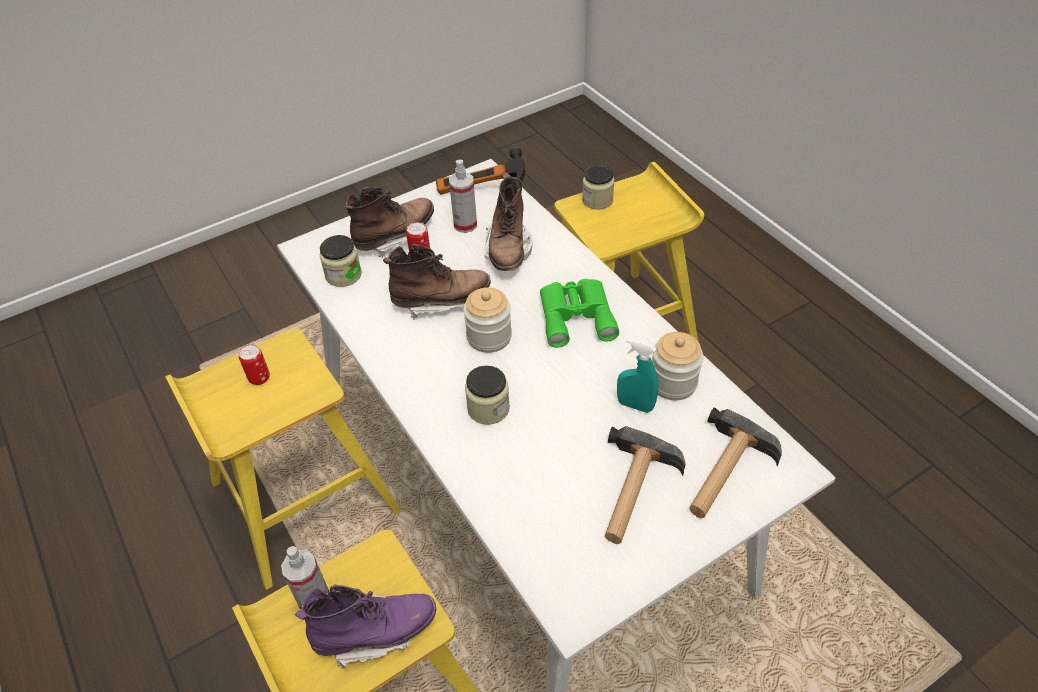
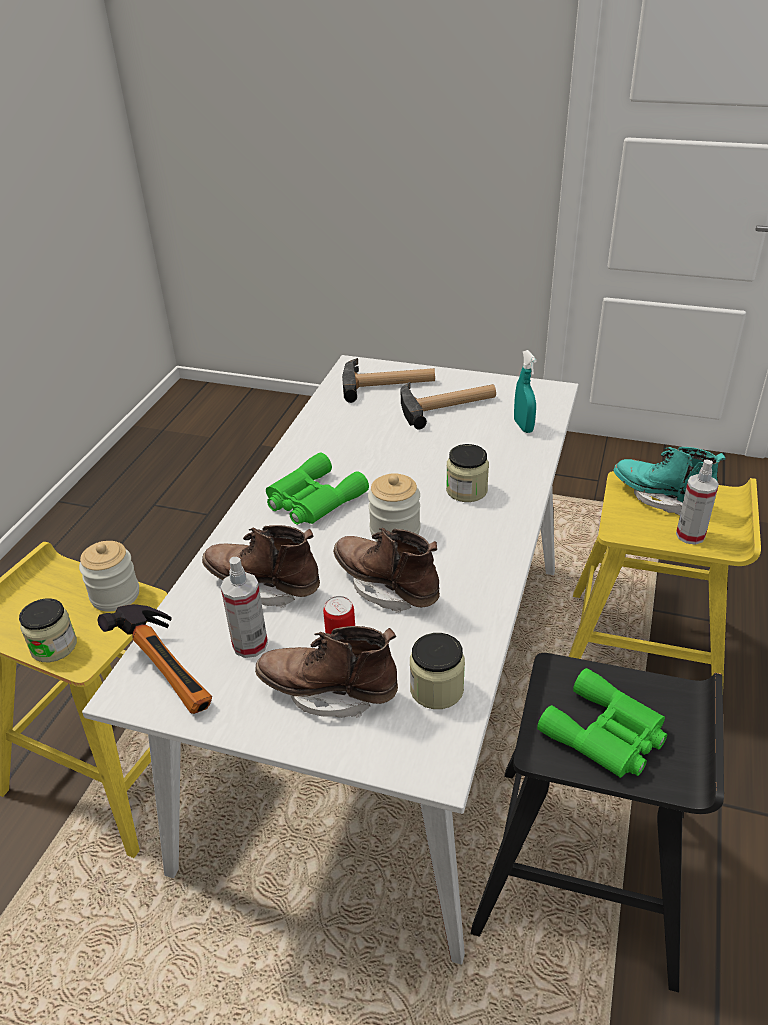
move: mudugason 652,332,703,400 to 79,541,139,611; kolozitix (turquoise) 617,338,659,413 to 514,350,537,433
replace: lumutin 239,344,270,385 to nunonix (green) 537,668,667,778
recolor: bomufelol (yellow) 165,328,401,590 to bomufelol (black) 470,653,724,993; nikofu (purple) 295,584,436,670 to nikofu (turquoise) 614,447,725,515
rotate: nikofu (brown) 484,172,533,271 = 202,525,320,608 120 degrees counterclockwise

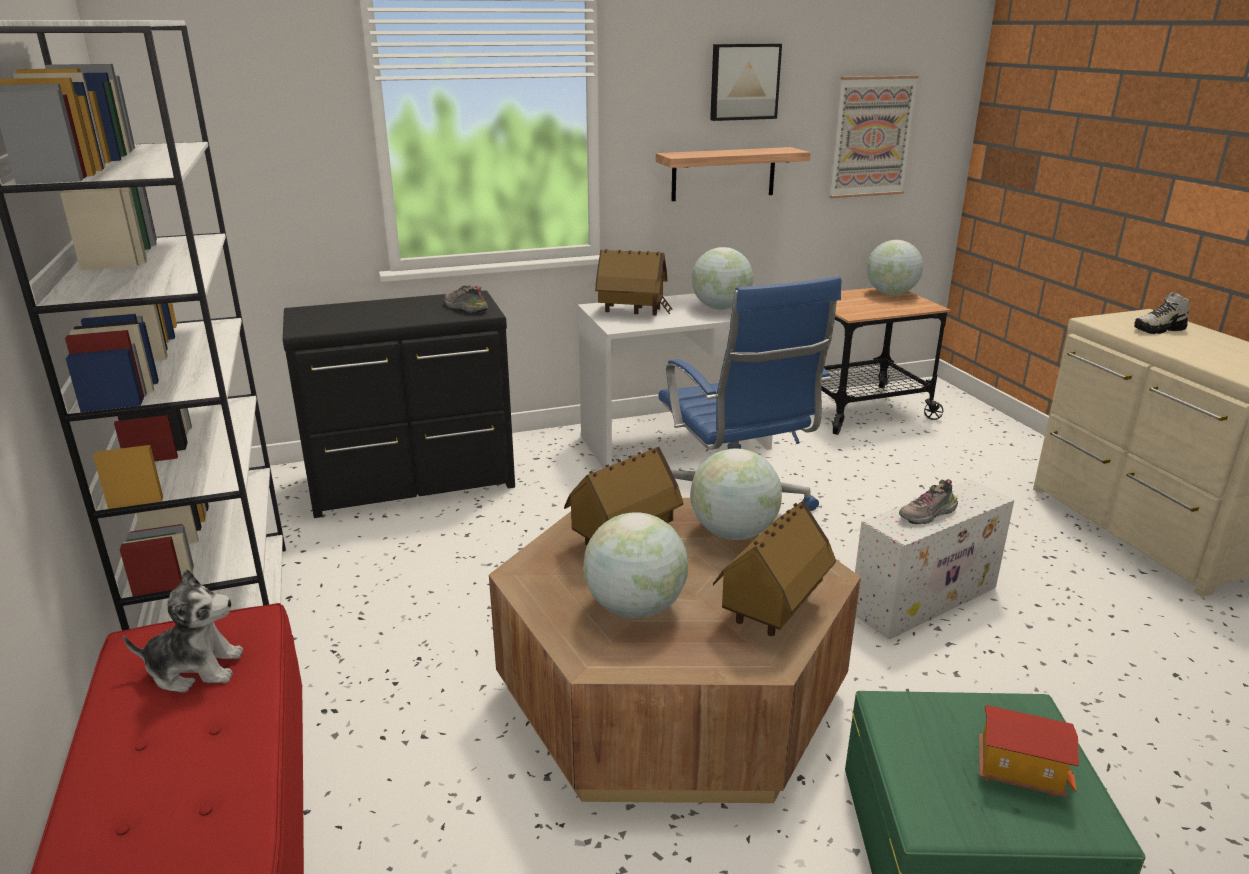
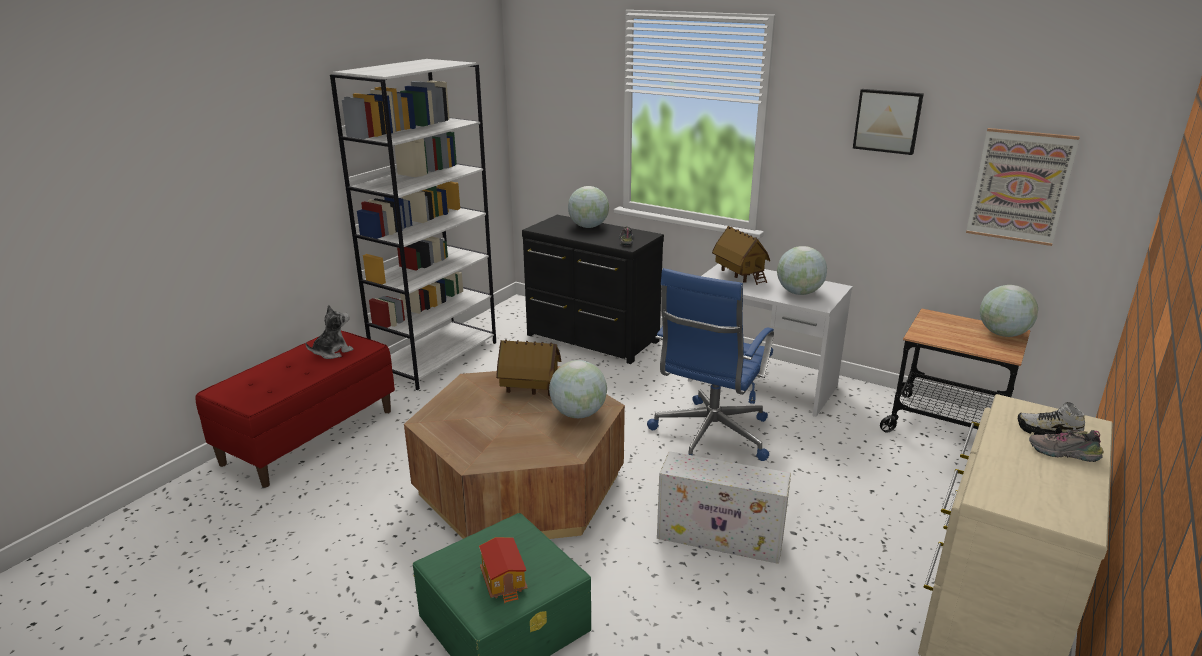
delete: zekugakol 656,147,810,201; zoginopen 713,501,836,636
move: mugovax 899,479,958,524 to 1029,430,1104,462; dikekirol 583,512,688,619 to 568,186,609,228
rotate: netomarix 123,569,243,693 = 305,305,354,359 90 degrees counterclockwise

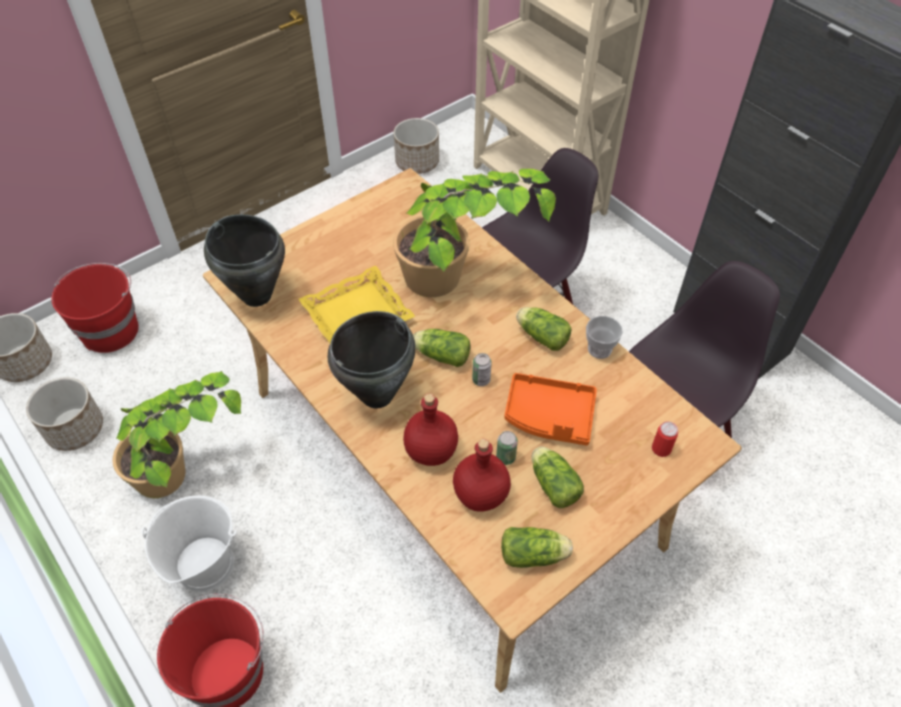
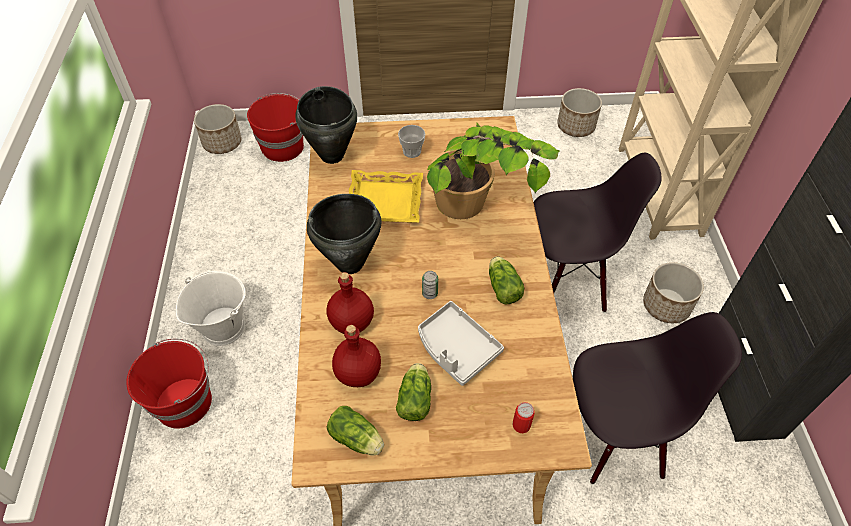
delete: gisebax 413,329,470,367; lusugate 112,371,241,498; lumutin 496,431,518,465
move: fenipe 586,316,623,359 to 398,125,425,158; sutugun 26,377,103,451 to 643,262,704,323
recolor: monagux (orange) 505,373,597,446 to monagux (grey) 418,301,504,386

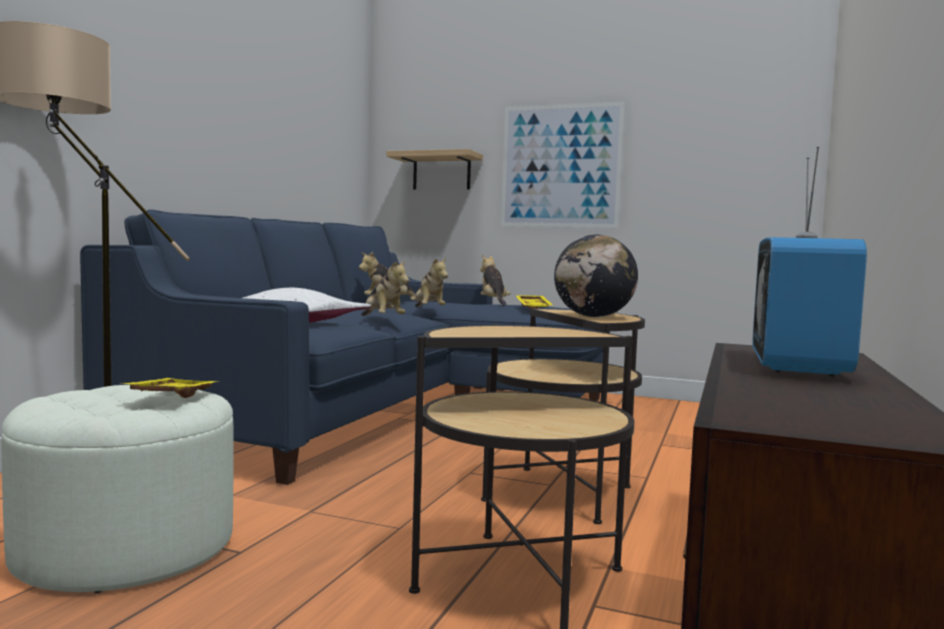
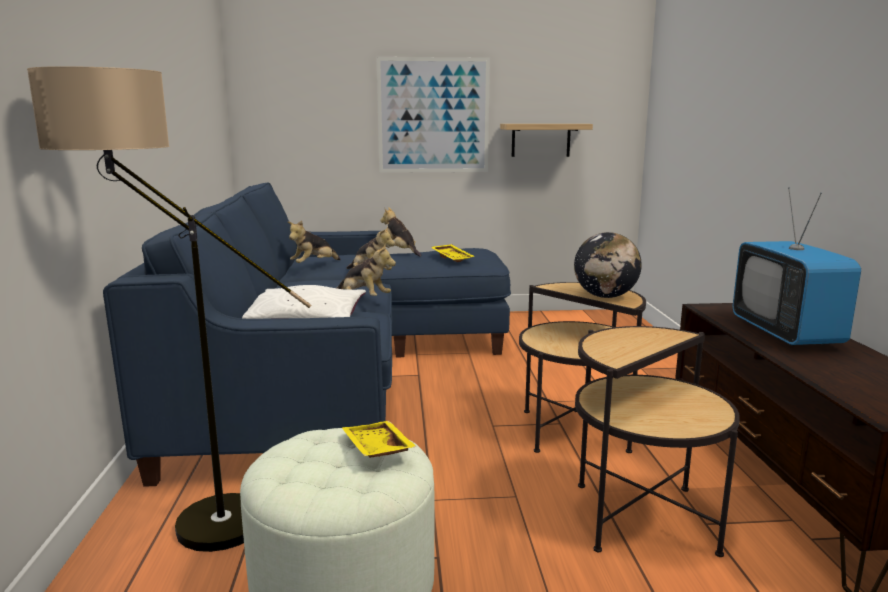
move: zekugakol 386,149,483,190 to 500,124,593,157

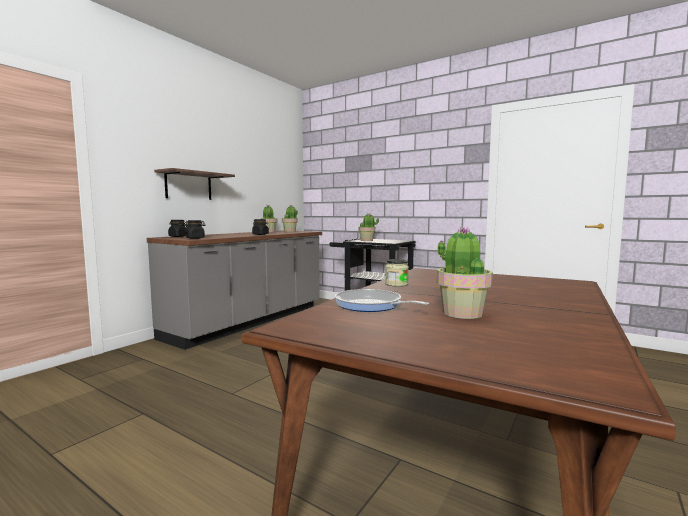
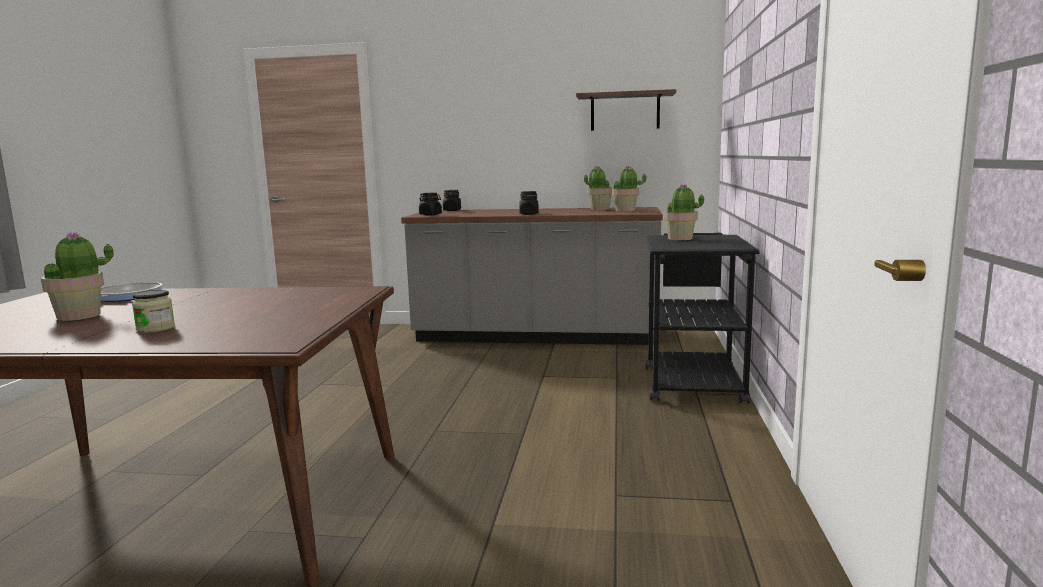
move: zekugakol 154,168,235,200 to 576,89,676,131; mudugason 385,259,409,287 to 132,290,175,333

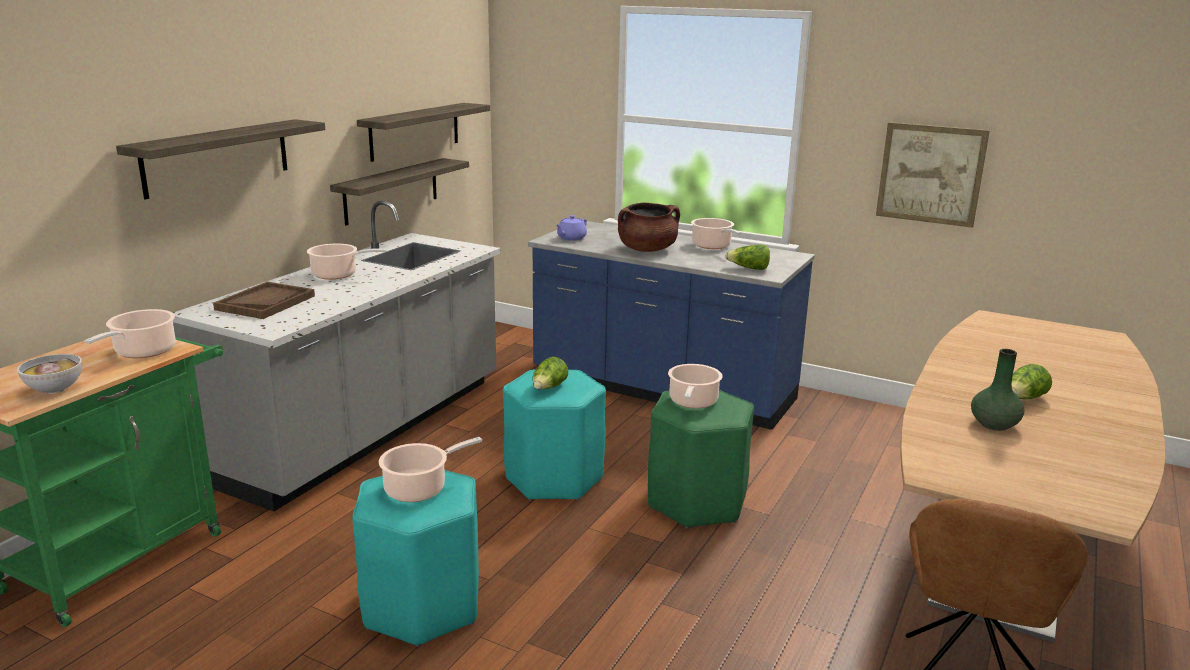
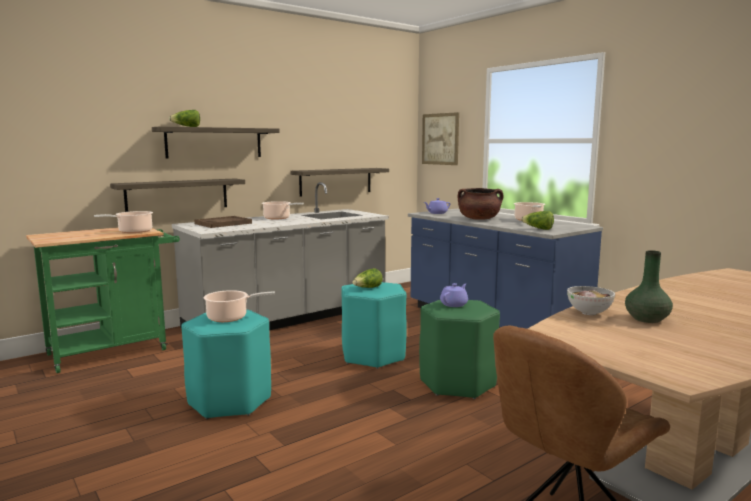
move: zekugakol 357,103,490,162 to 110,179,245,212; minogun 876,122,990,228 to 422,112,459,165; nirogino 17,354,82,394 to 567,286,615,315; gisebax 1012,364,1052,399 to 169,110,200,127
replace: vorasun 668,364,722,408 to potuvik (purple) 440,283,468,307

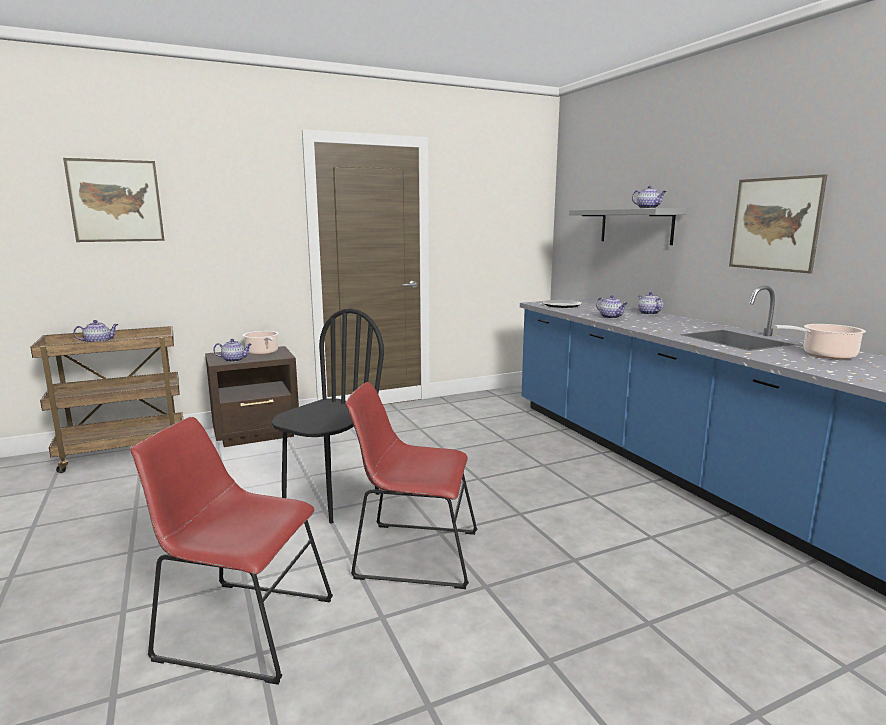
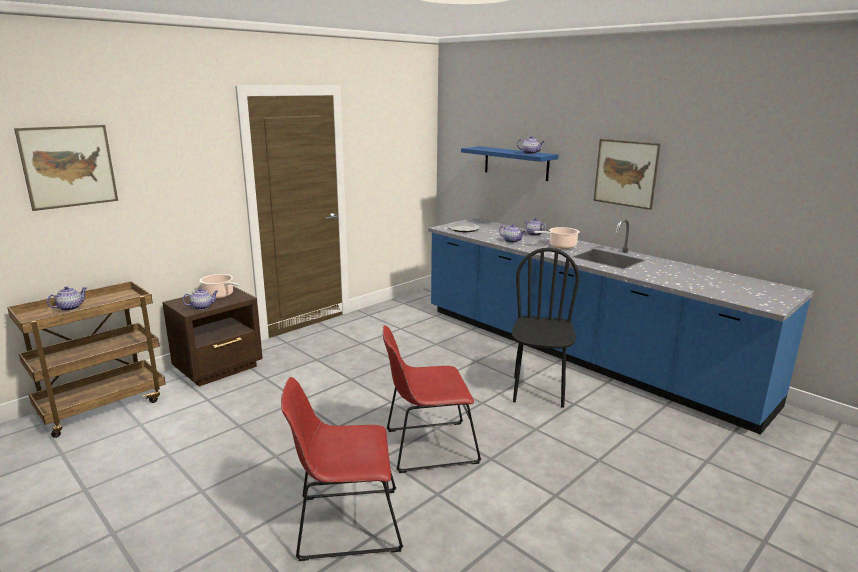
move: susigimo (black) 272,308,384,524 to 512,248,579,408; vorasun 774,324,866,359 to 534,227,580,249
recolor: zekugakol (grey) 569,209,687,245 to zekugakol (blue) 461,146,559,181

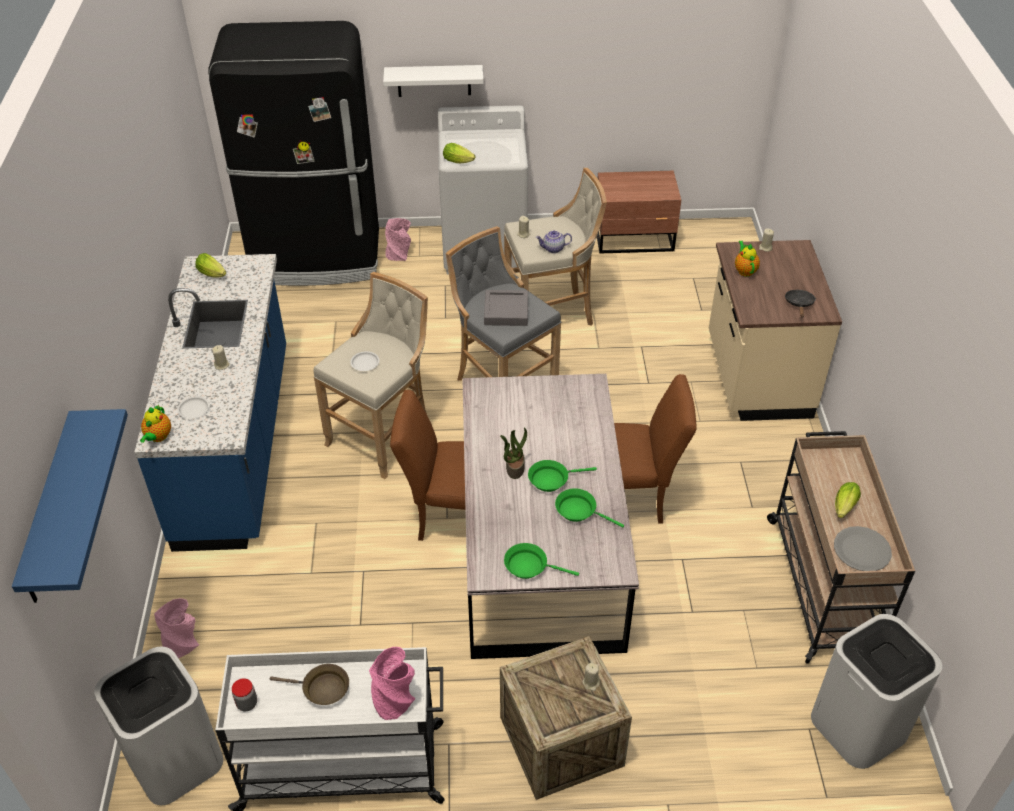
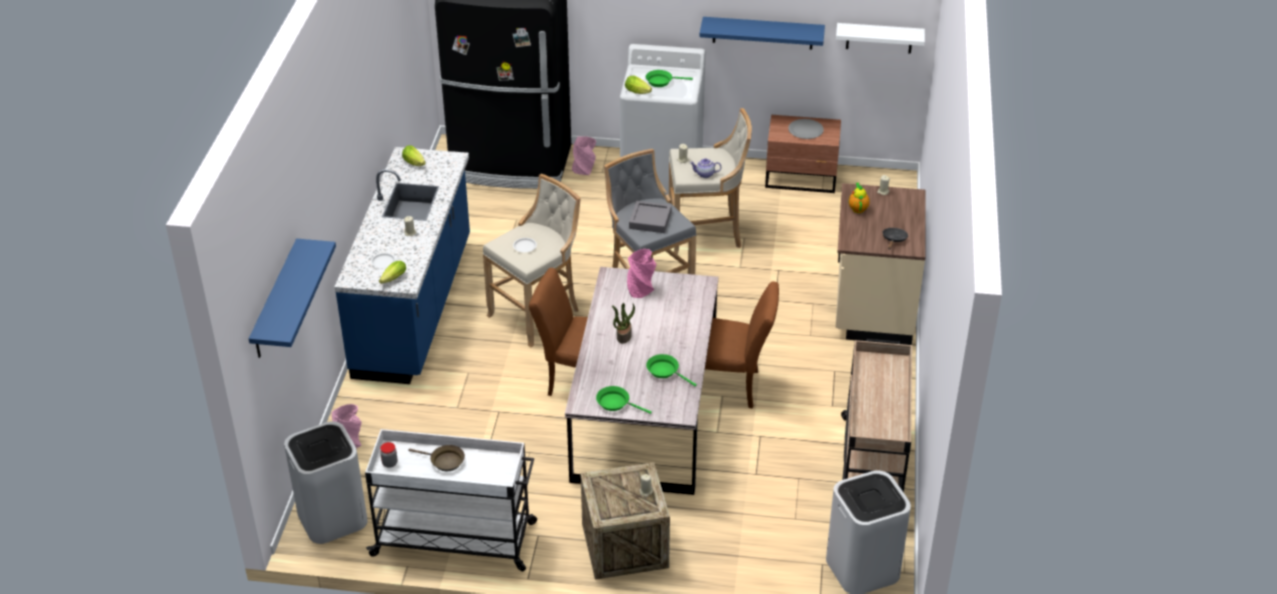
delete: potuvik 140,404,171,443
insert: zekugakol (blue) 699,17,825,50
move: zekugakol (white) 383,65,483,97 to 836,23,925,54; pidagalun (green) 528,460,597,492 to 646,70,693,87; gisebax 835,482,861,518 to 379,261,406,284; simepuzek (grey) 834,526,892,571 to 788,119,824,139; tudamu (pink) 369,647,415,720 to 627,249,656,298

